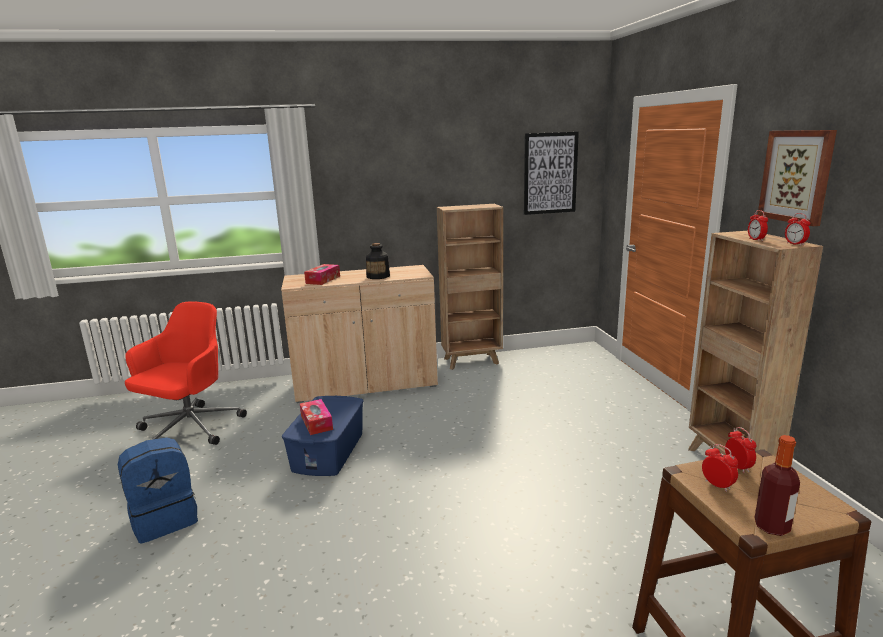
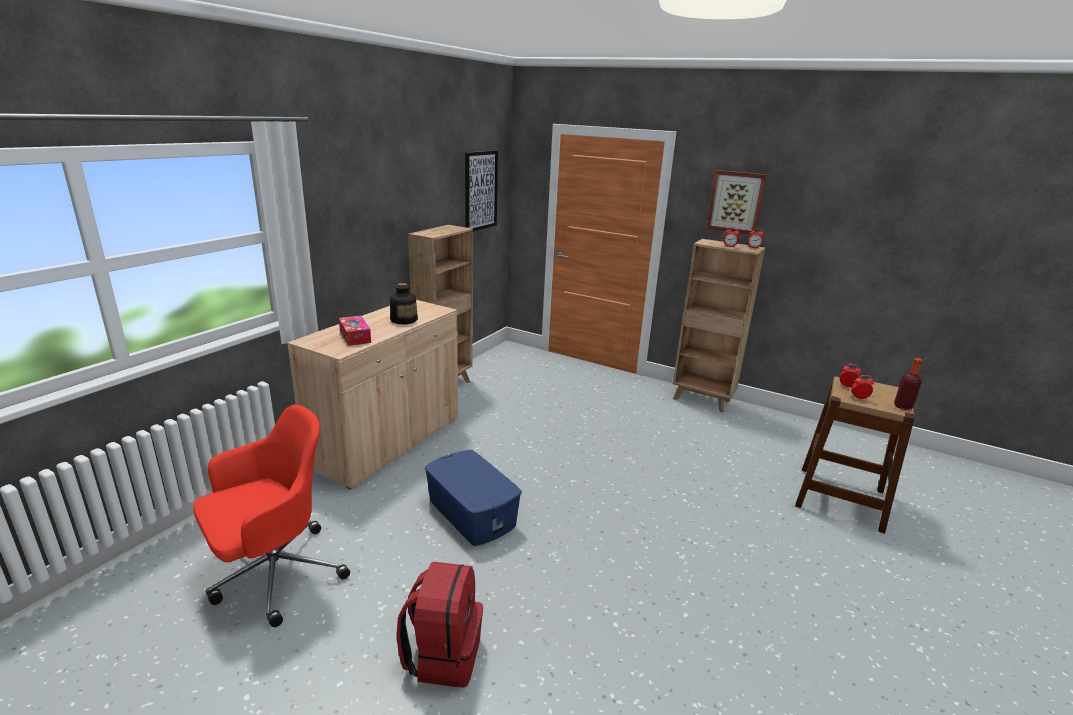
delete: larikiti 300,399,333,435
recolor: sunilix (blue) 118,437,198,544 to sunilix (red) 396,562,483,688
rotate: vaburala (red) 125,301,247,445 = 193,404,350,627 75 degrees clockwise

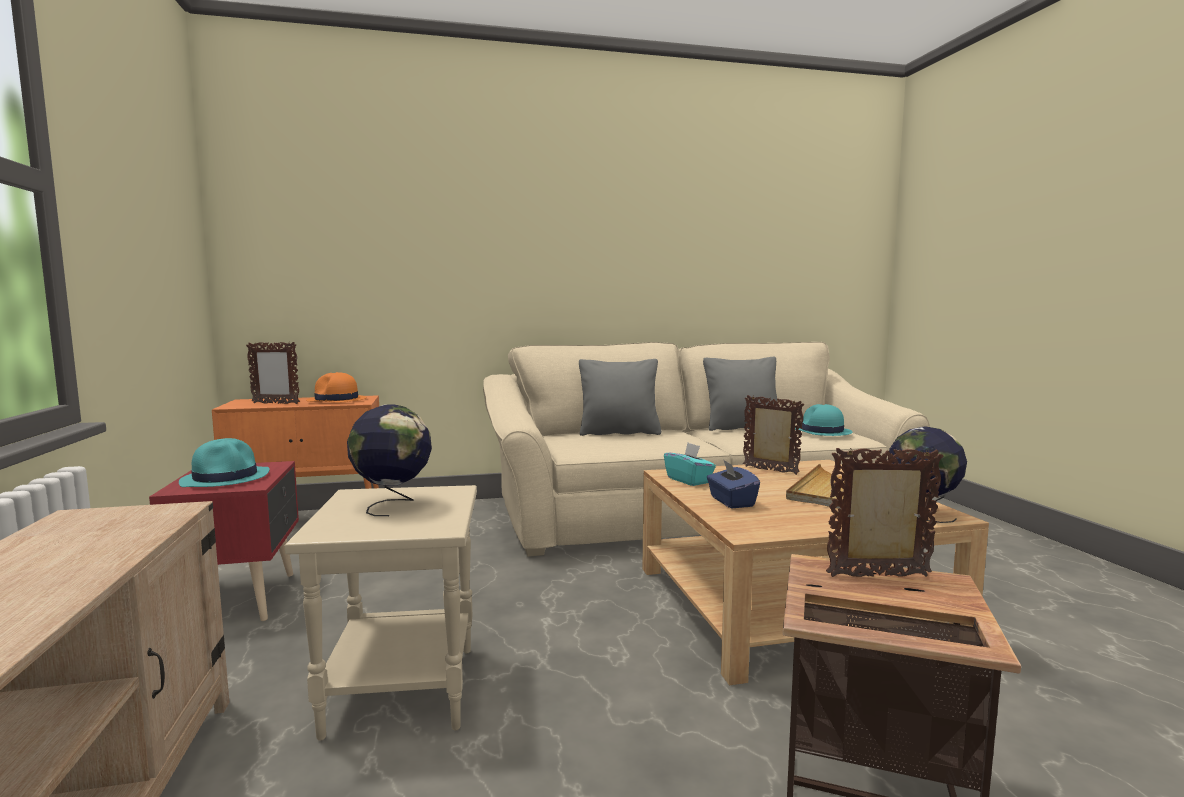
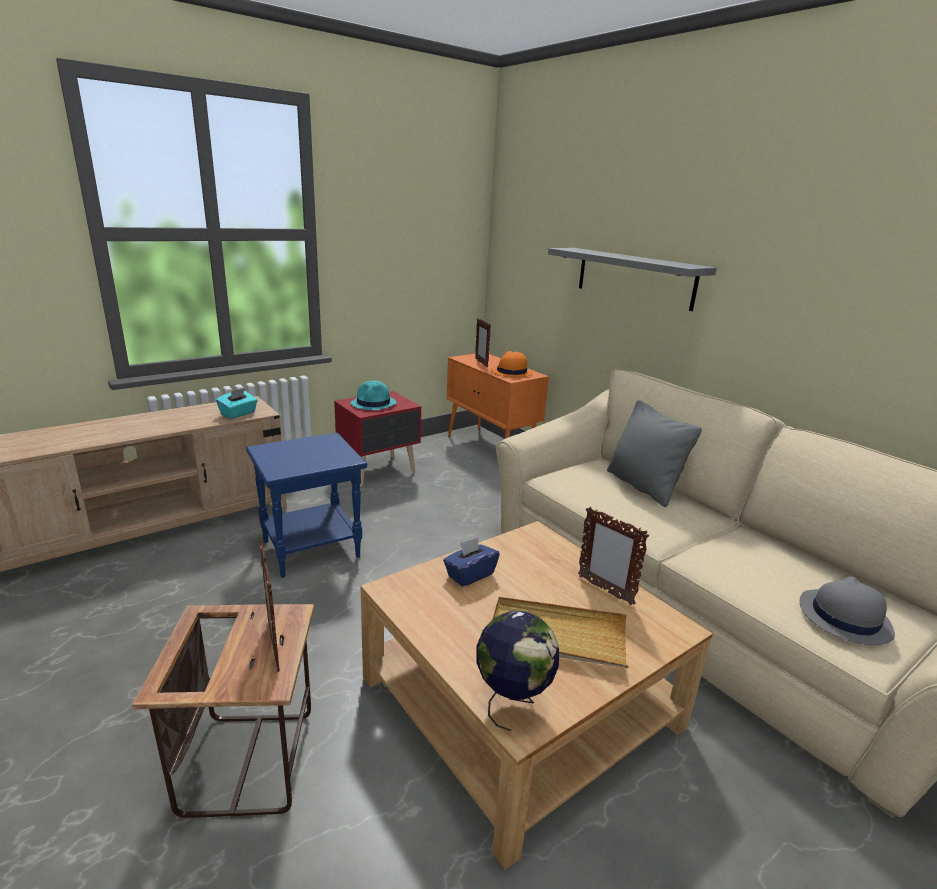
delete: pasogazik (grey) 703,357,778,431; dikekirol 347,404,432,516
insert: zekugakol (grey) 548,248,717,311
move: larikiti (turquoise) 664,443,716,486 to 216,388,258,419
recolor: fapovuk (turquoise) 795,404,852,436 to fapovuk (grey) 800,576,895,645; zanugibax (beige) 285,485,477,741 to zanugibax (blue) 246,433,367,578
rotate: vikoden 743,395,804,475 = 578,507,649,605 120 degrees clockwise

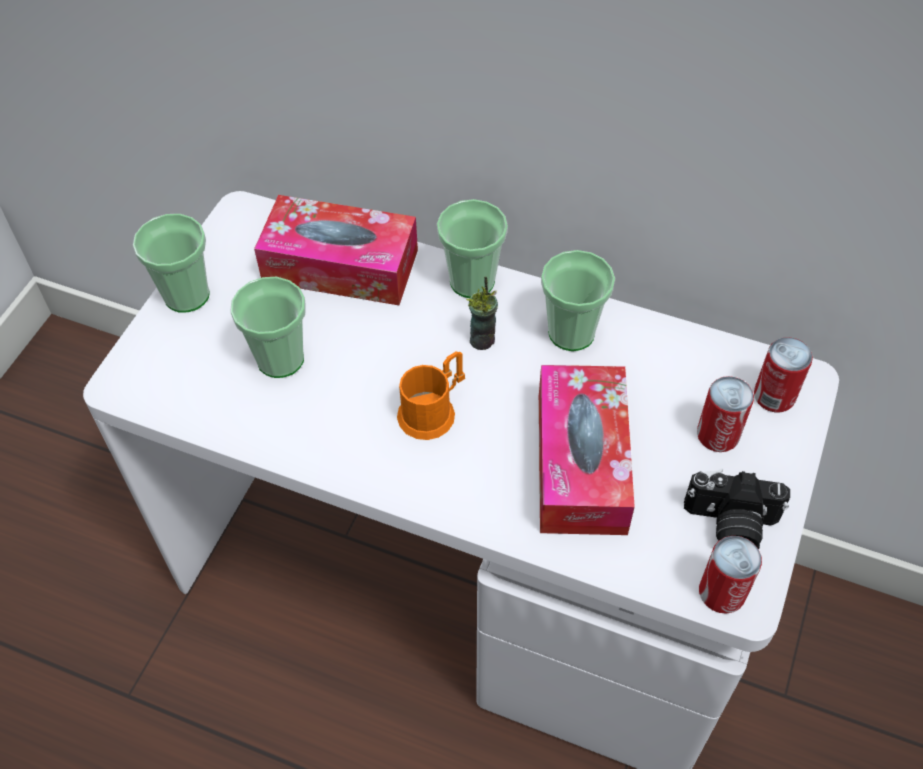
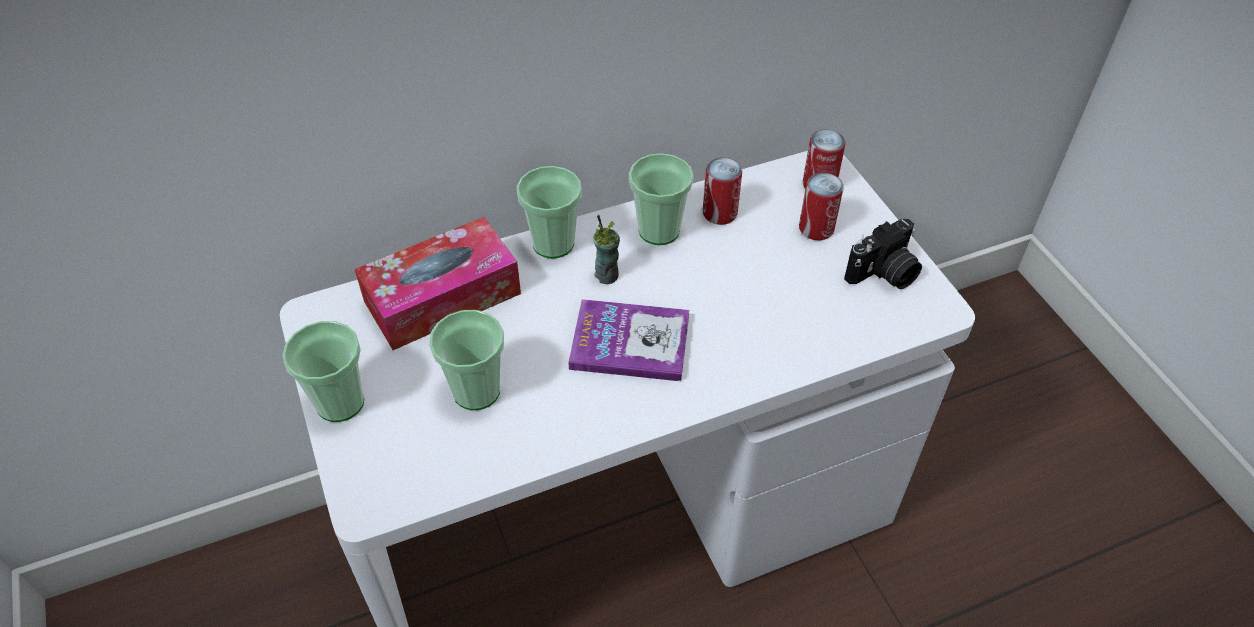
delete: larikiti 539,365,635,535
move: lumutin 699,536,762,614 to 703,157,742,225
replace: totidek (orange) 397,351,465,440 to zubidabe 568,299,689,381

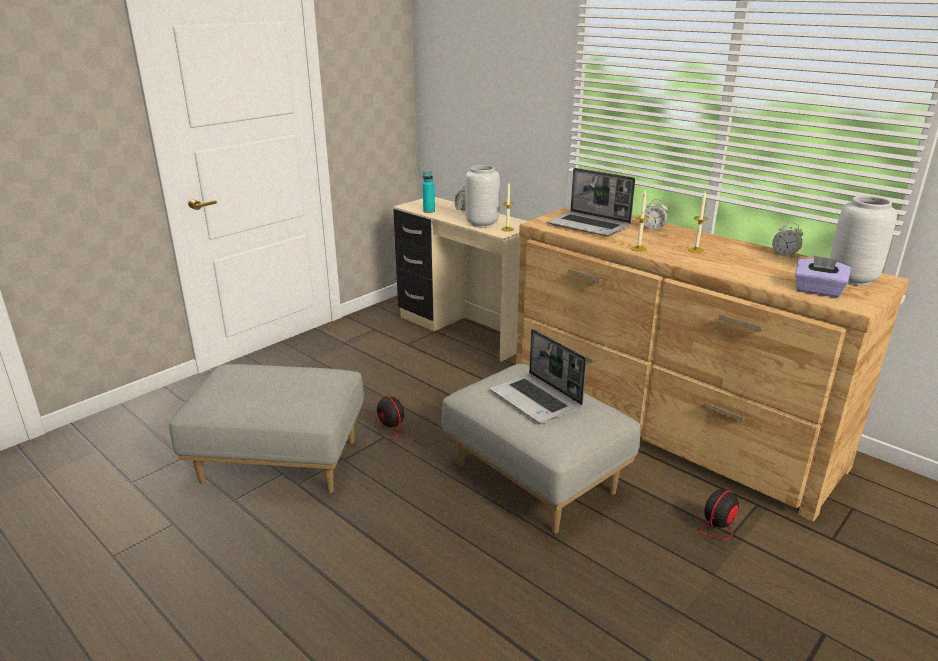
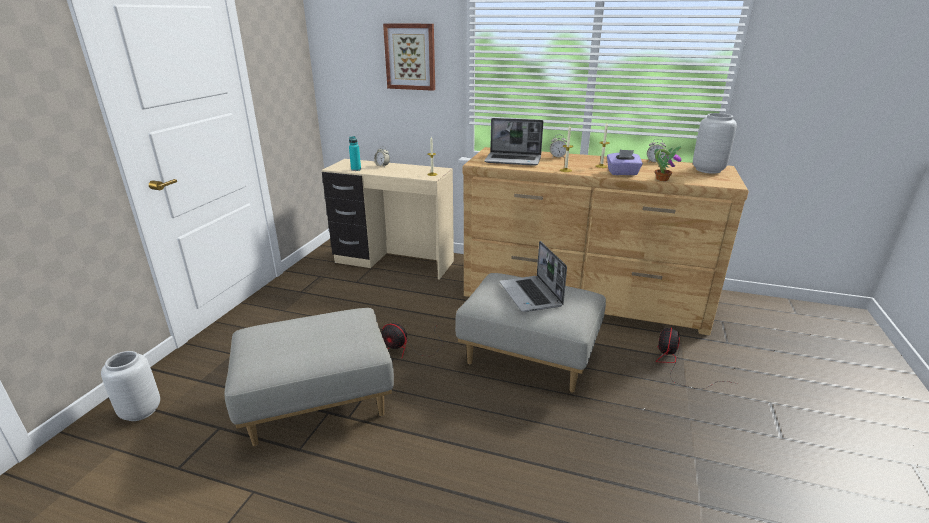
insert: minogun 383,23,435,91; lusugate 654,146,682,181
move: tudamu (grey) 465,165,500,227 to 101,351,160,421; larikiti (purple) 795,256,851,298 to 607,150,643,175
rotate: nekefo 490,329,586,424 = 500,241,567,312 45 degrees clockwise

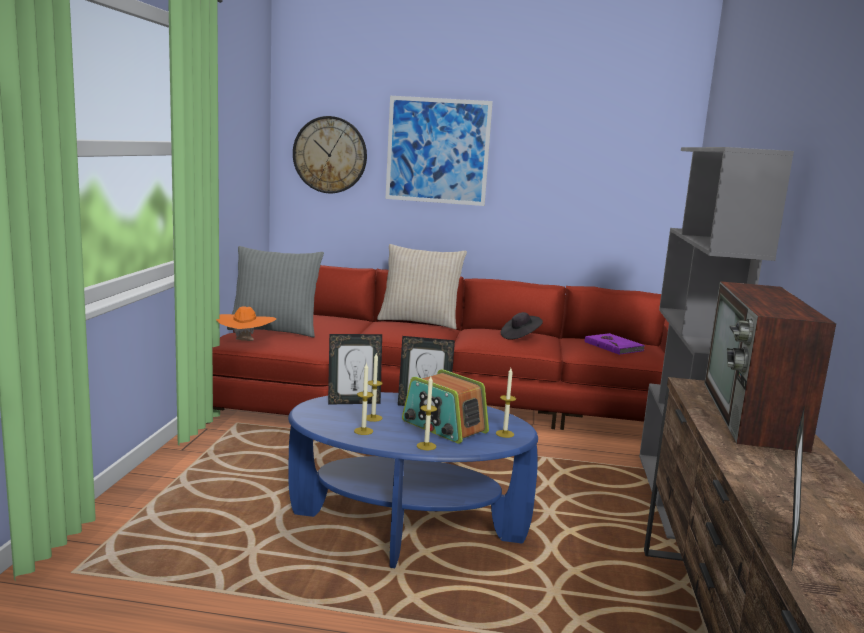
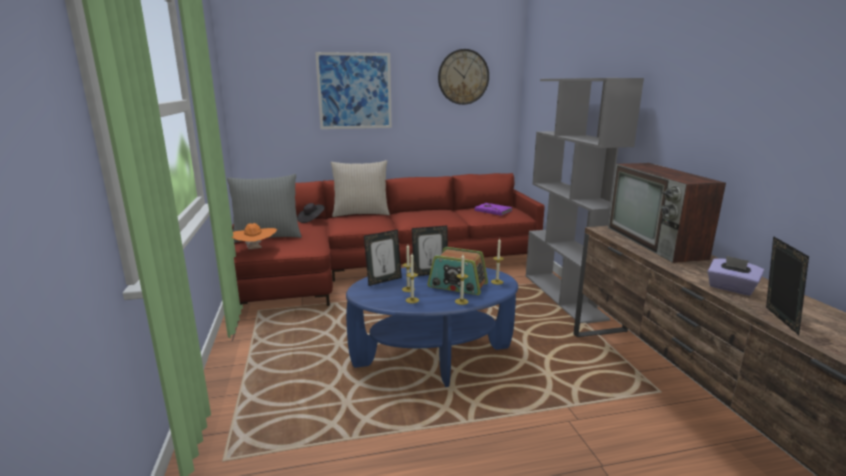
insert: larikiti (purple) 707,255,764,296
move: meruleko 293,116,367,193 to 438,49,489,105; fapovuk (black) 501,312,543,340 to 297,203,325,223

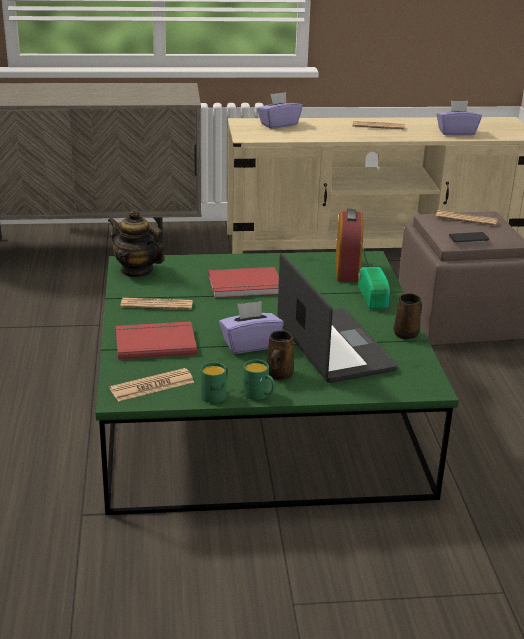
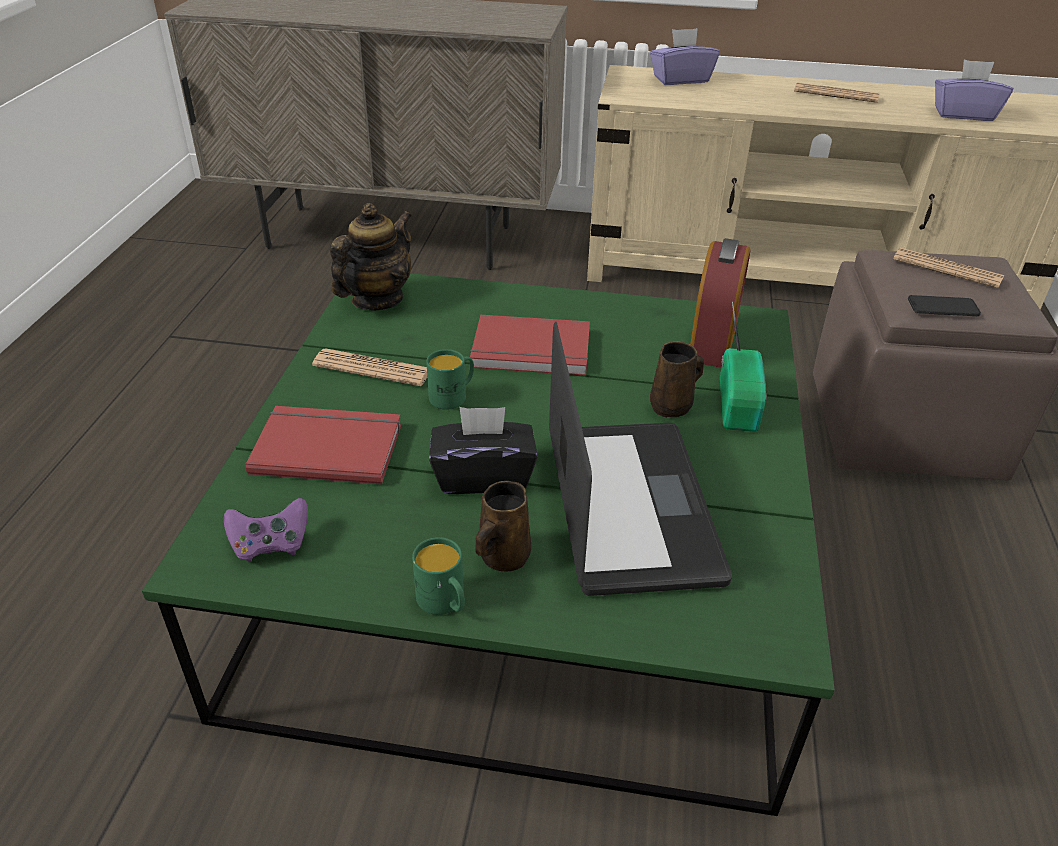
move: totidek (brown) 394,293,422,340 to 650,341,704,417; totidek (green) 201,362,228,403 to 426,349,474,410
replace: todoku 110,368,194,402 to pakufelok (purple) 224,498,308,562
recolor: larikiti (purple) 219,301,284,354 to larikiti (black) 429,407,538,494
rotate: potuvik 108,210,165,278 = 330,203,412,311 75 degrees clockwise

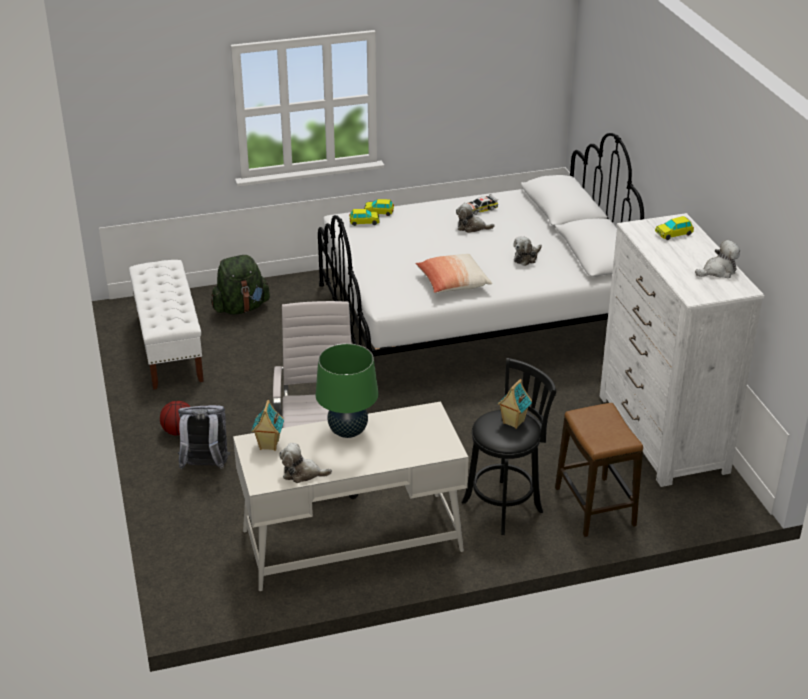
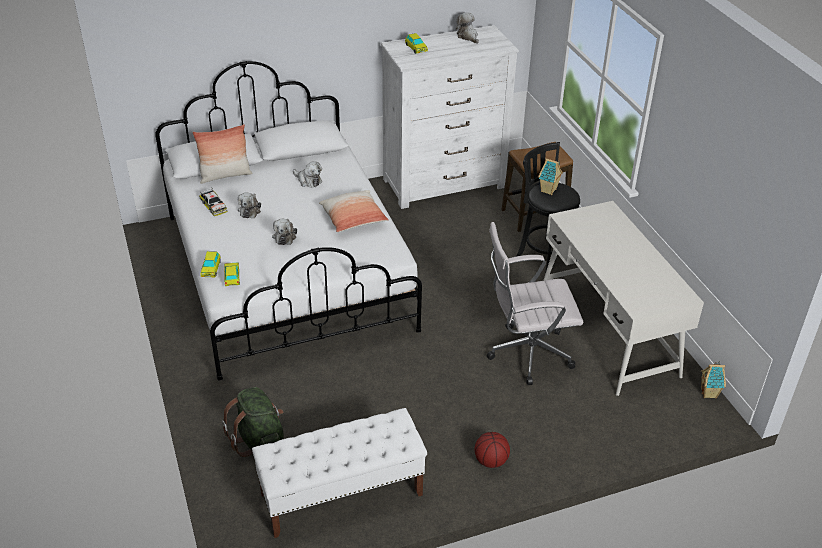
delete: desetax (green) 316,343,379,438; sunilix (grey) 177,405,230,469
insert: pasogazik 192,124,252,184
move: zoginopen 252,400,284,451 to 701,361,726,398; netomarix 280,443,332,483 to 272,219,297,245

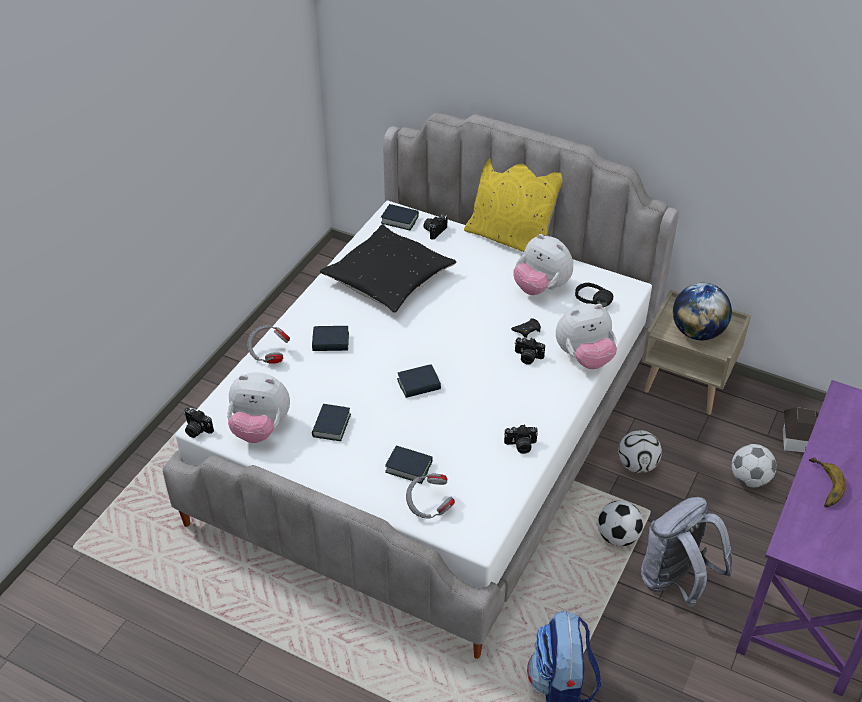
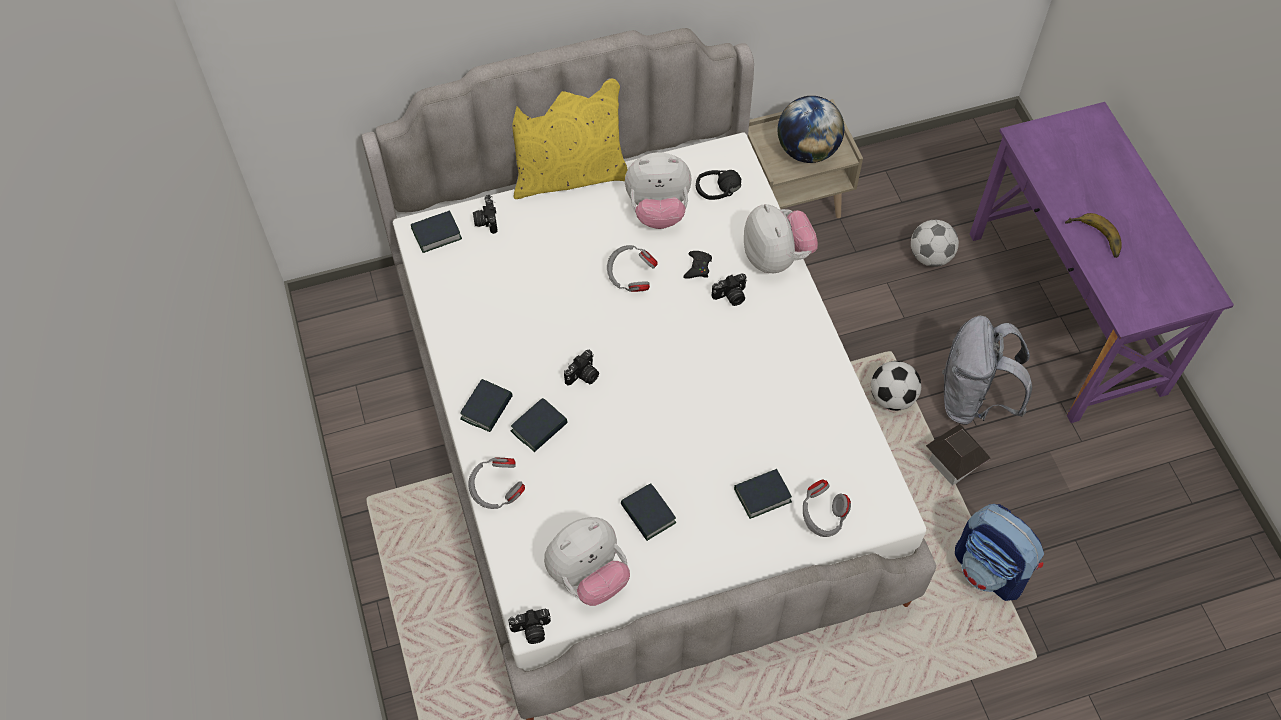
delete: pasogazik (black) 320,224,456,313; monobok 618,430,662,473
insert: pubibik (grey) 607,245,658,292
move: zubidabe 397,364,441,398 to 460,379,513,432; zoginopen 783,407,819,452 to 926,424,991,486; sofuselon 504,425,538,454 to 564,350,599,386
rotate: netomarix 556,303,617,369 = 744,204,818,273 45 degrees counterclockwise

